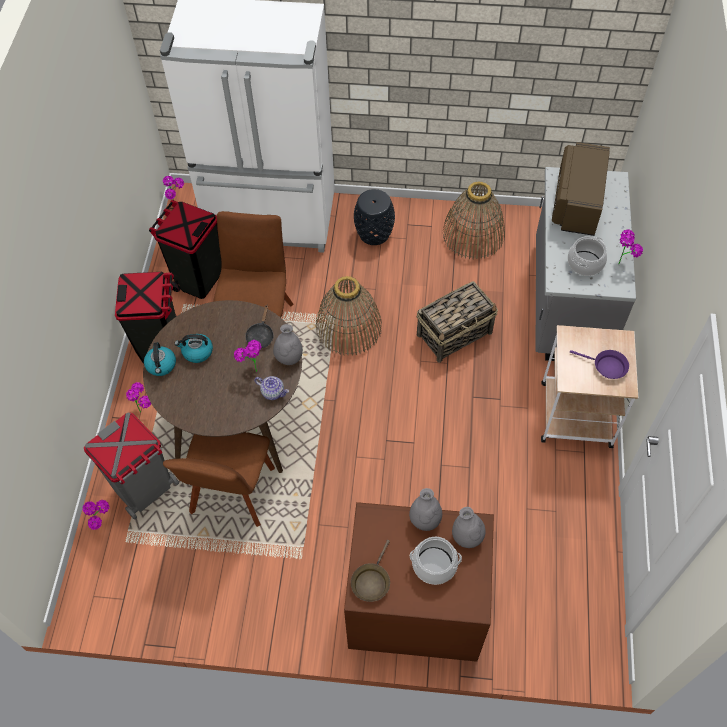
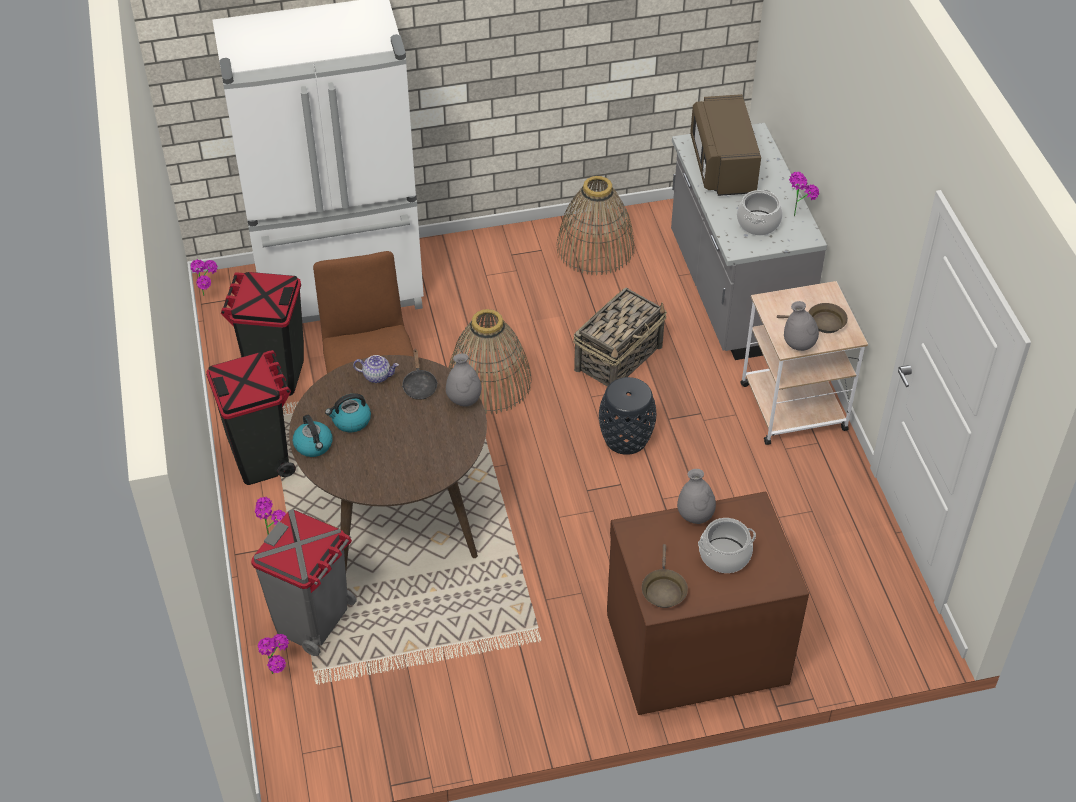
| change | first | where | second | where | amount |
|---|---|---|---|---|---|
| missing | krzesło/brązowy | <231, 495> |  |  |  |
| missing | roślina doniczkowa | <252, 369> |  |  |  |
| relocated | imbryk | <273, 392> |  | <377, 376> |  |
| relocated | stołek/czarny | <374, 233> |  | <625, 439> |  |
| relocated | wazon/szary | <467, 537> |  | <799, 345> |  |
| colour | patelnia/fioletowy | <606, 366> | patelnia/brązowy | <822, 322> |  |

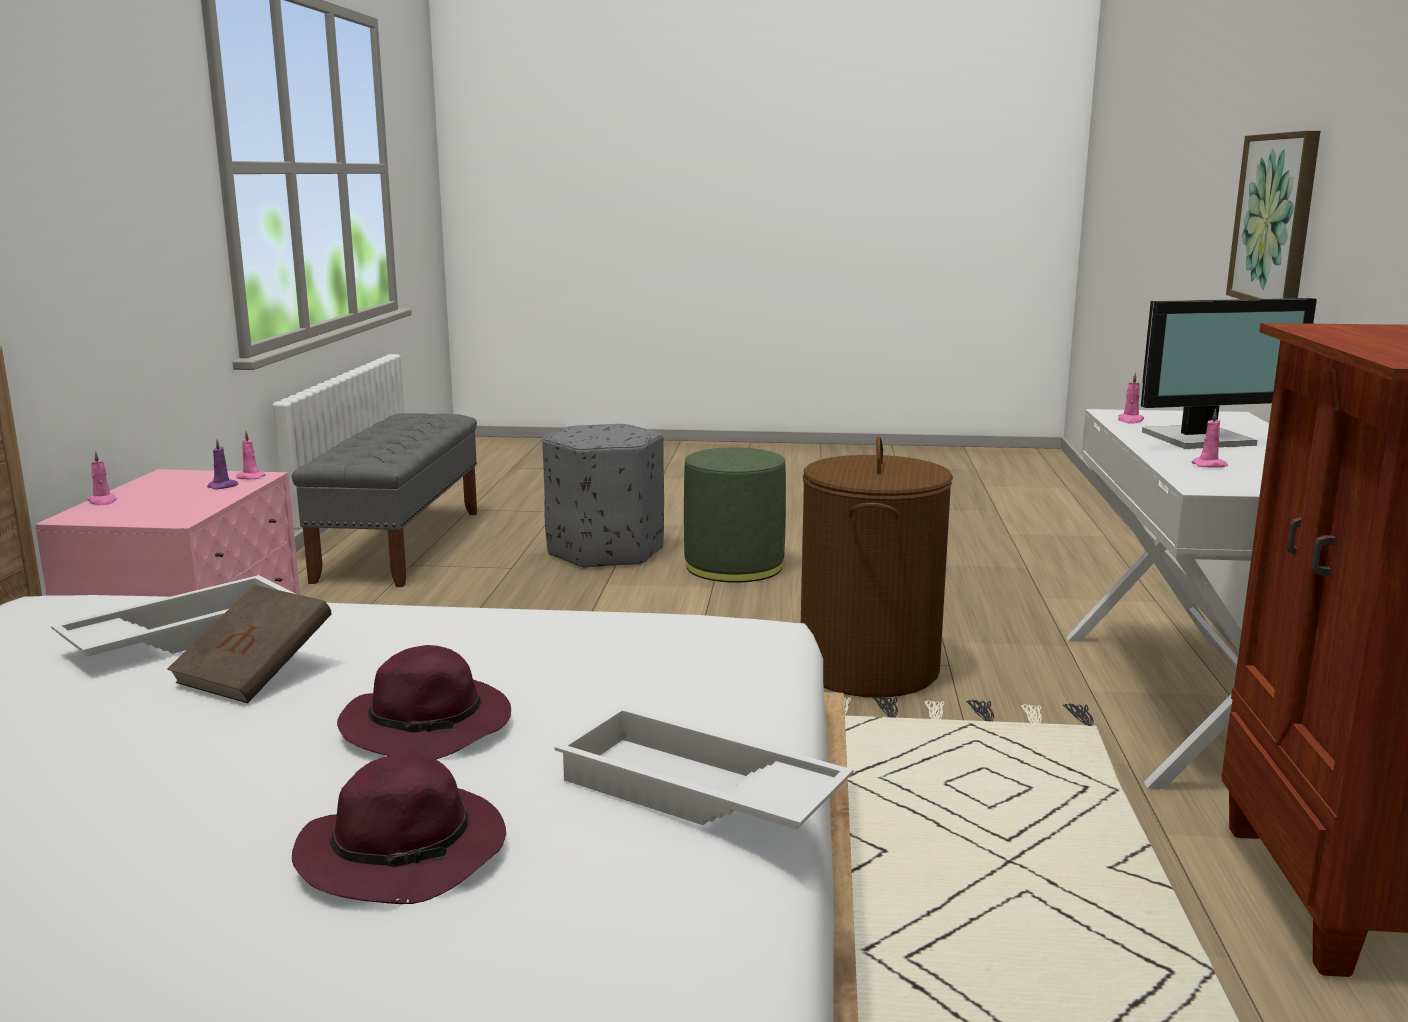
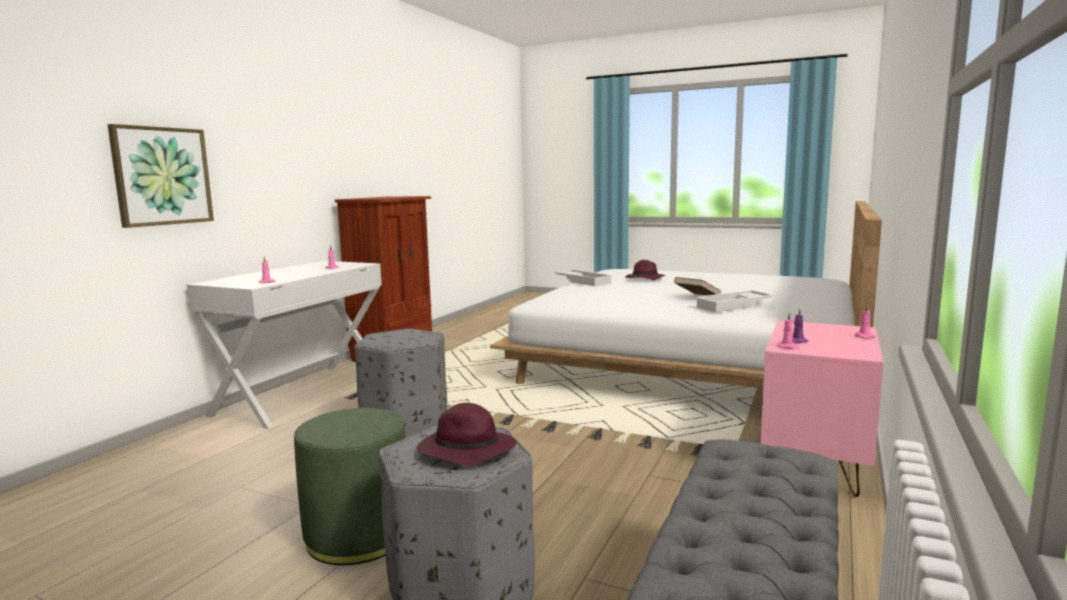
| change | first | where | second | where | amount |
|---|---|---|---|---|---|
| missing | monitor | <1202, 439> |  |  |  |
| relocated | kapelusz/fioletowy | <430, 727> |  | <465, 451> |  |
| exchanged | kosz na pranie/brązowy | <869, 669> | pufa/szary | <406, 425> |  |

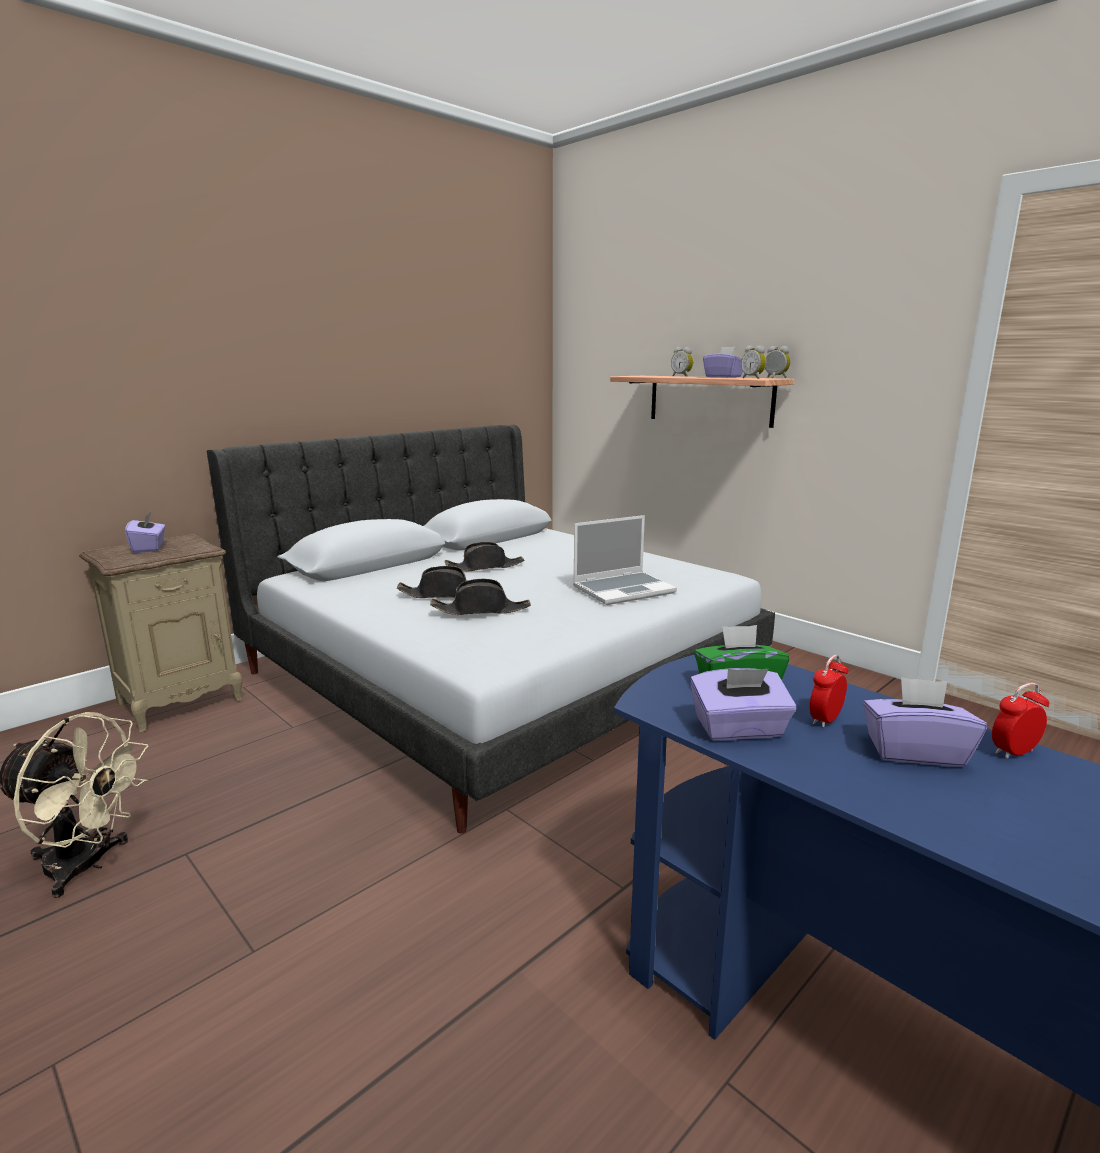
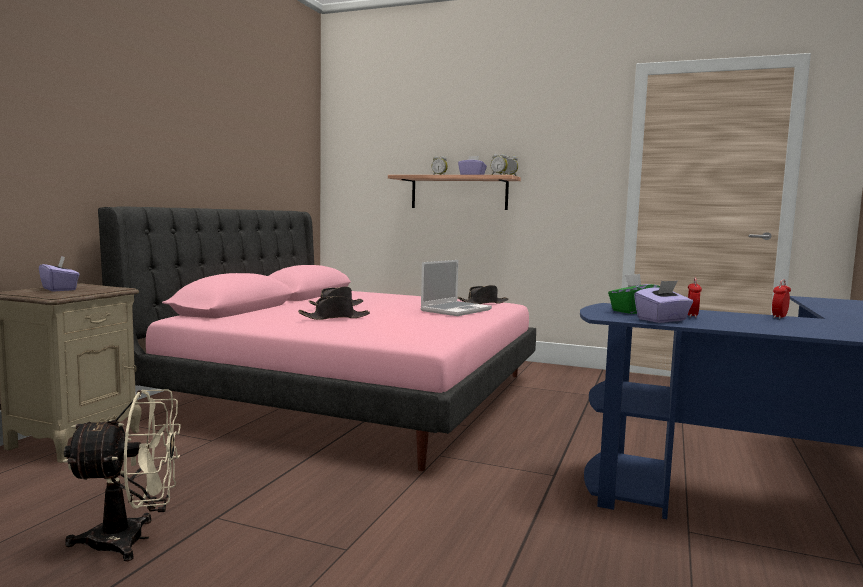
| change | first | where | second | where | amount |
|---|---|---|---|---|---|
| missing | pudełko chusteczek/fioletowy | <914, 752> |  |  |  |
| relocated | kapelusz/czarny | <481, 610> |  | <483, 303> |  |
| colour | łóżko/szary | <499, 674> | łóżko/różowy | <348, 393> |  |

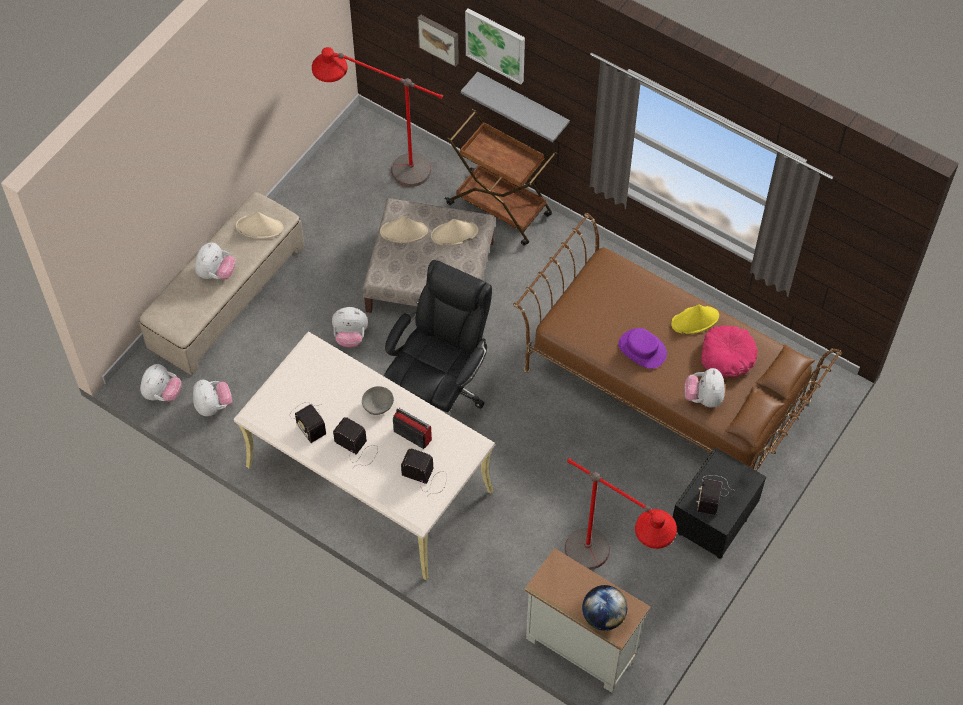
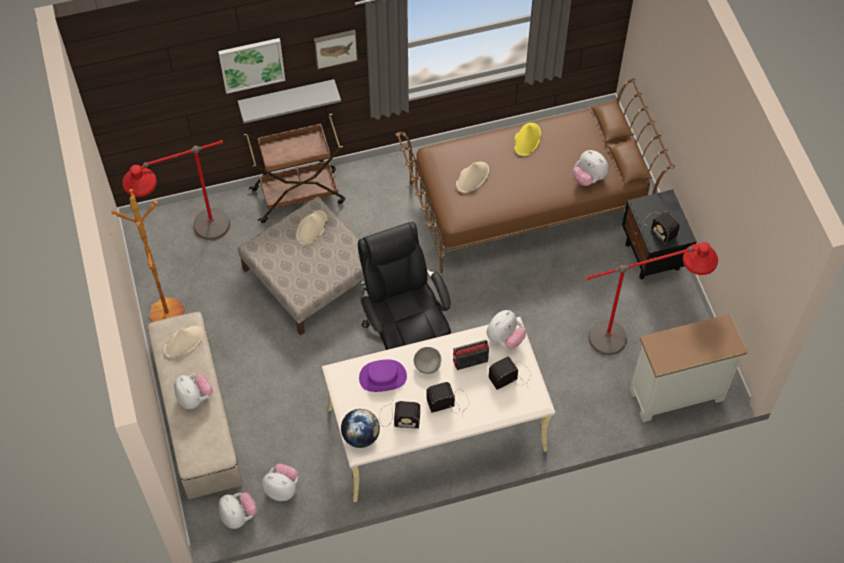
| change | first | where | second | where | amount |
|---|---|---|---|---|---|
| missing | poduszka/różowy | <728, 356> |  |  |  |
| appeared |  |  | wieszak/pomarańczowy | <166, 312> |  |
| relocated | pluszak | <350, 336> |  | <504, 338> |  |
| relocated | kapelusz/beżowy | <404, 232> |  | <472, 177> |  |
| relocated | obraz | <439, 39> |  | <335, 47> |  |
| relocated | globus | <603, 616> |  | <360, 436> |  |
| relocated | kapelusz/fioletowy | <642, 349> |  | <382, 377> |  |

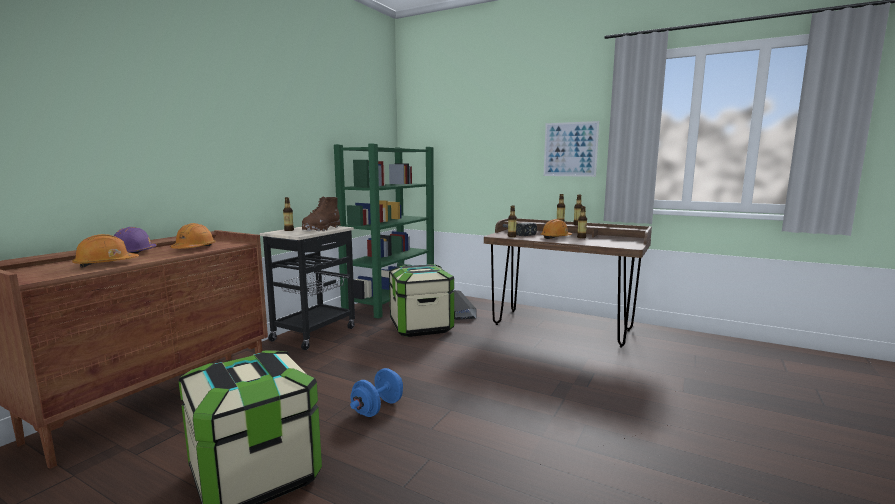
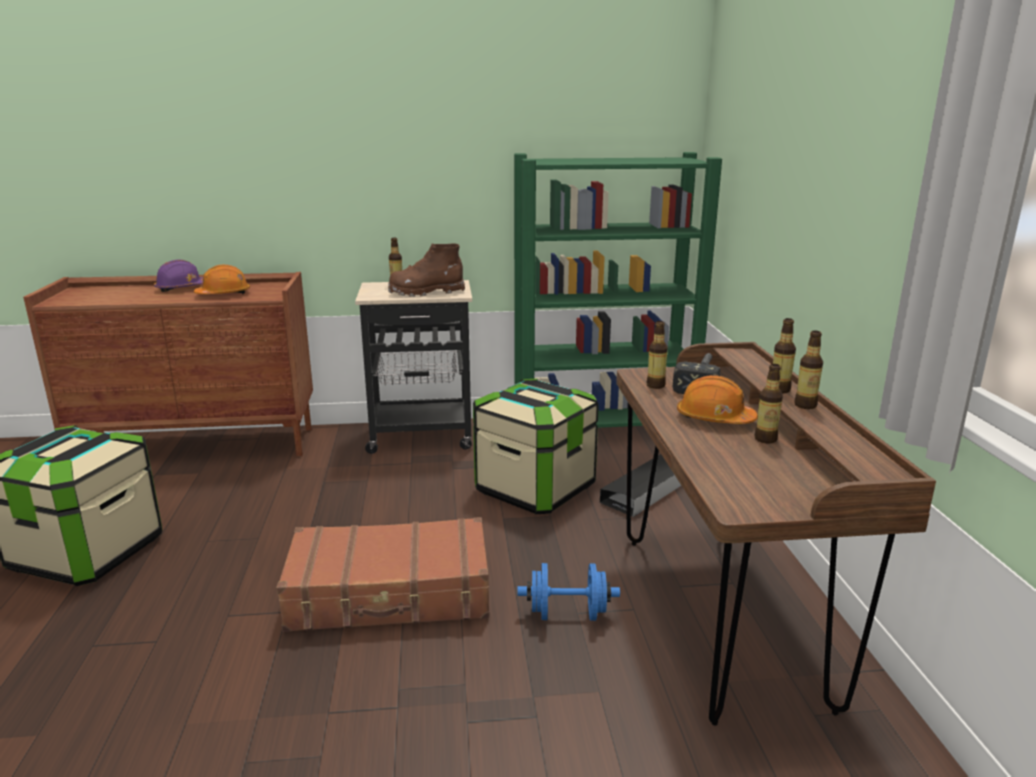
| change | first | where | second | where | amount |
|---|---|---|---|---|---|
| missing | kask/pomarańczowy | <106, 264> |  |  |  |
| missing | obraz | <570, 149> |  |  |  |
| appeared |  |  | walizka/brązowy | <390, 594> |  |
| relocated | hantel/niebieski | <377, 408> |  | <567, 614> |  |

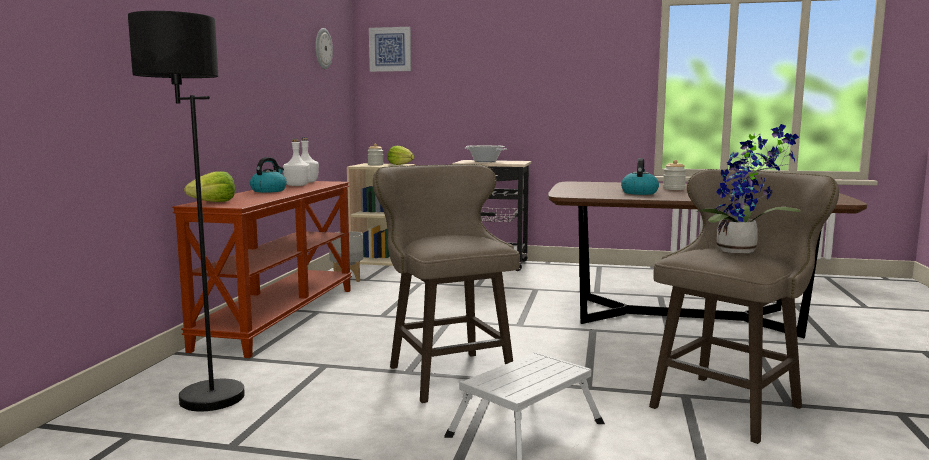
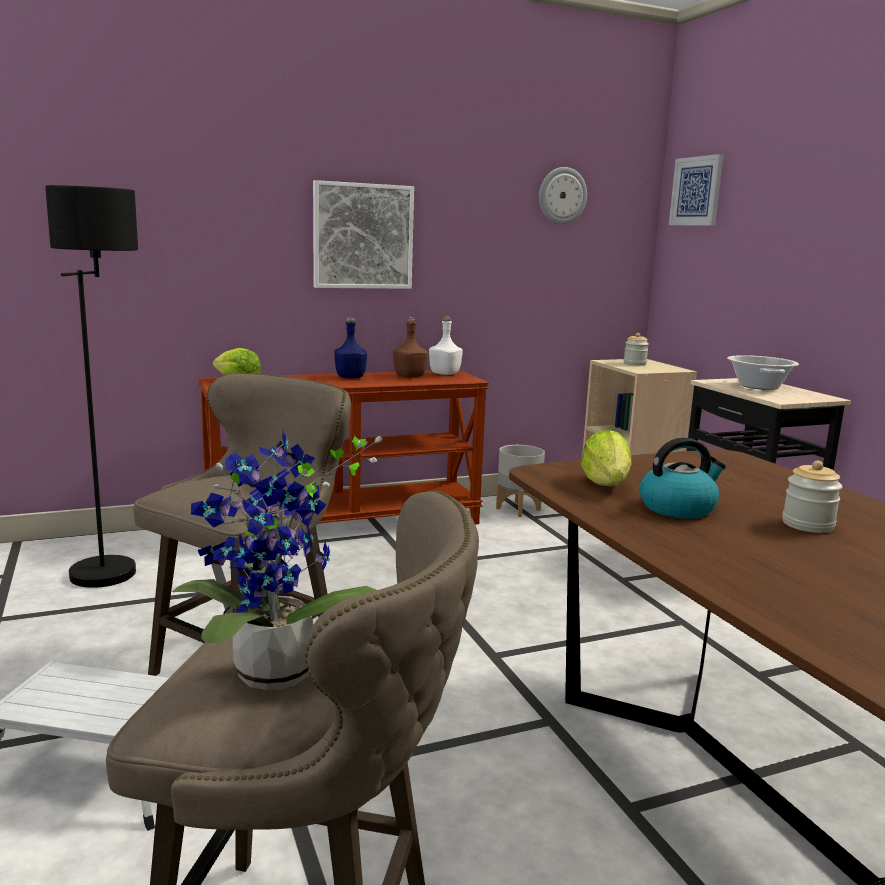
| change | first | where | second | where | amount |
|---|---|---|---|---|---|
| appeared |  |  | obraz | <362, 236> |  |
| relocated | sałata | <400, 164> |  | <606, 484> |  |
| exchanged | czajnik | <269, 190> | butelka/niebieski | <350, 377> |  |
| colour | butelka/biały | <297, 185> | butelka/brązowy | <410, 376> |  |

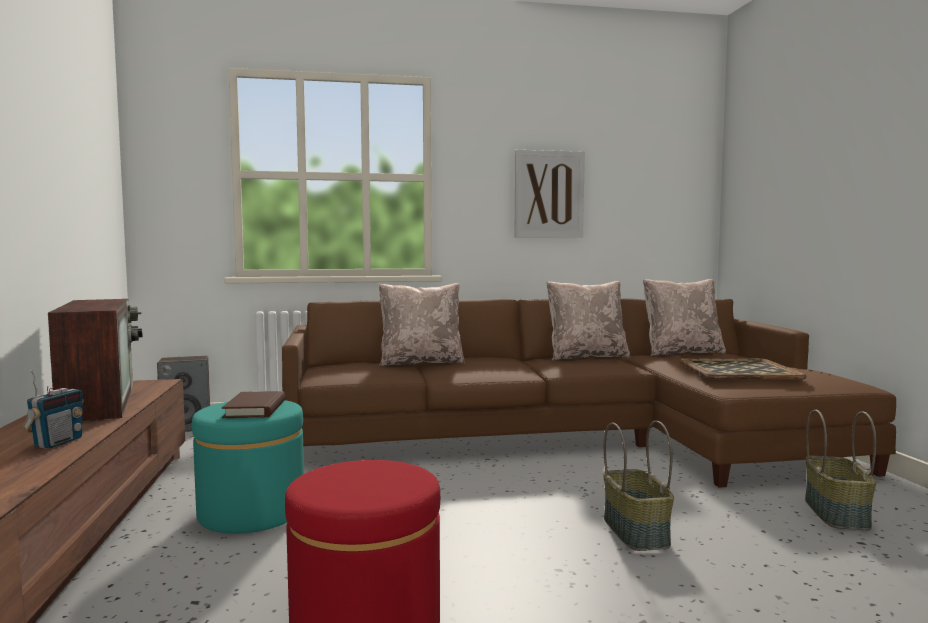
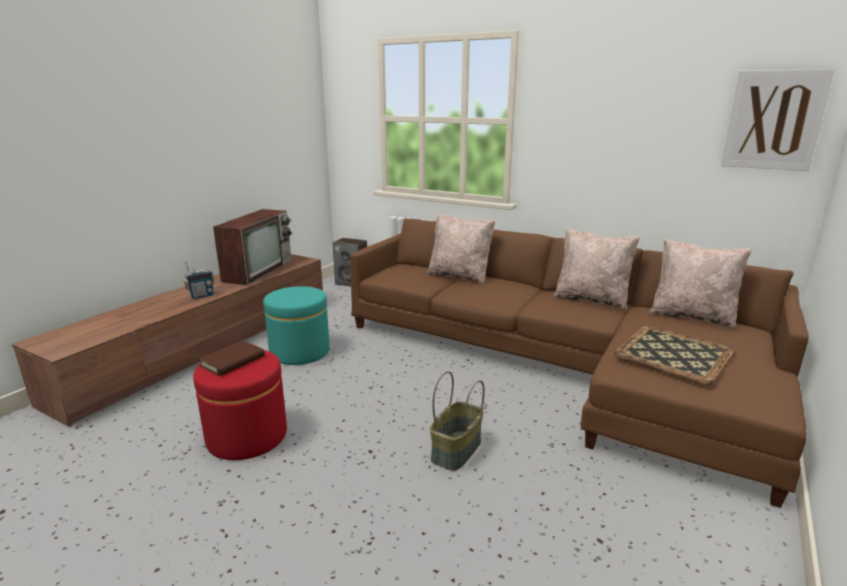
| change | first | where | second | where | amount |
|---|---|---|---|---|---|
| missing | koszyk | <838, 514> |  |  |  |
| relocated | książka/brązowy | <255, 409> |  | <232, 361> |  |
| relocated | obraz | <549, 194> |  | <774, 120> |  |

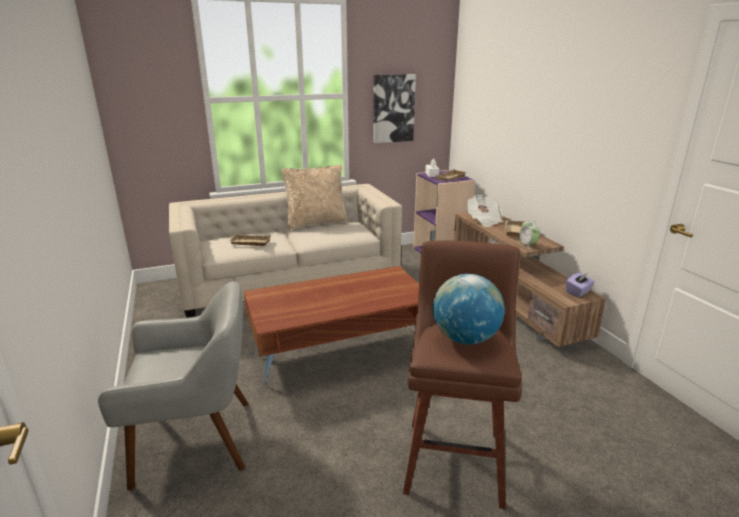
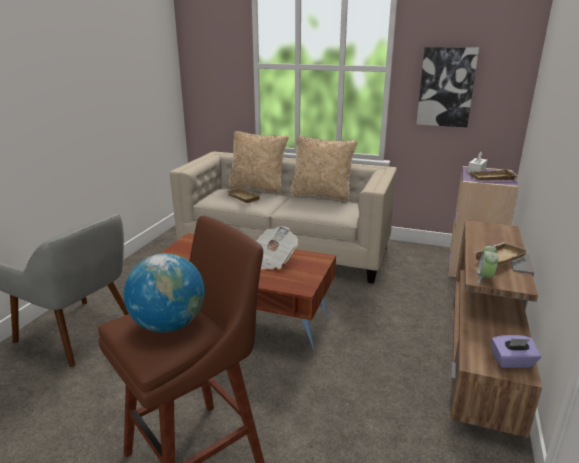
| change | first | where | second | where | amount |
|---|---|---|---|---|---|
| appeared |  |  | poduszka/beżowy | <257, 189> |  |
| relocated | gazeta | <483, 220> |  | <272, 260> |  |

